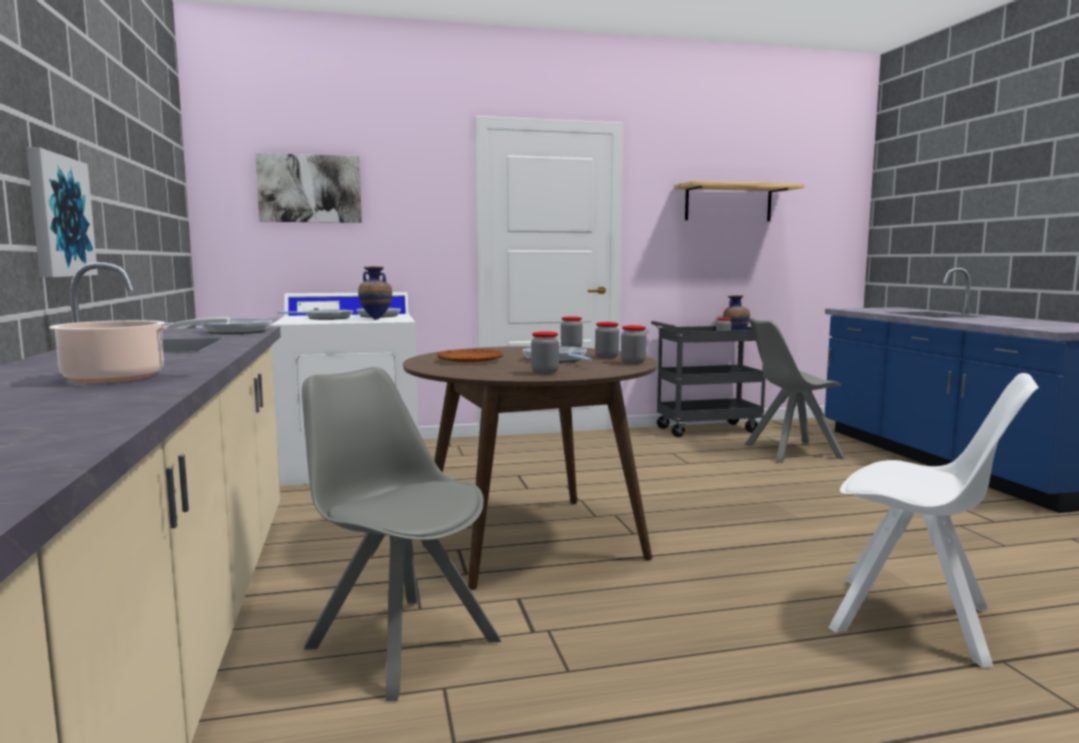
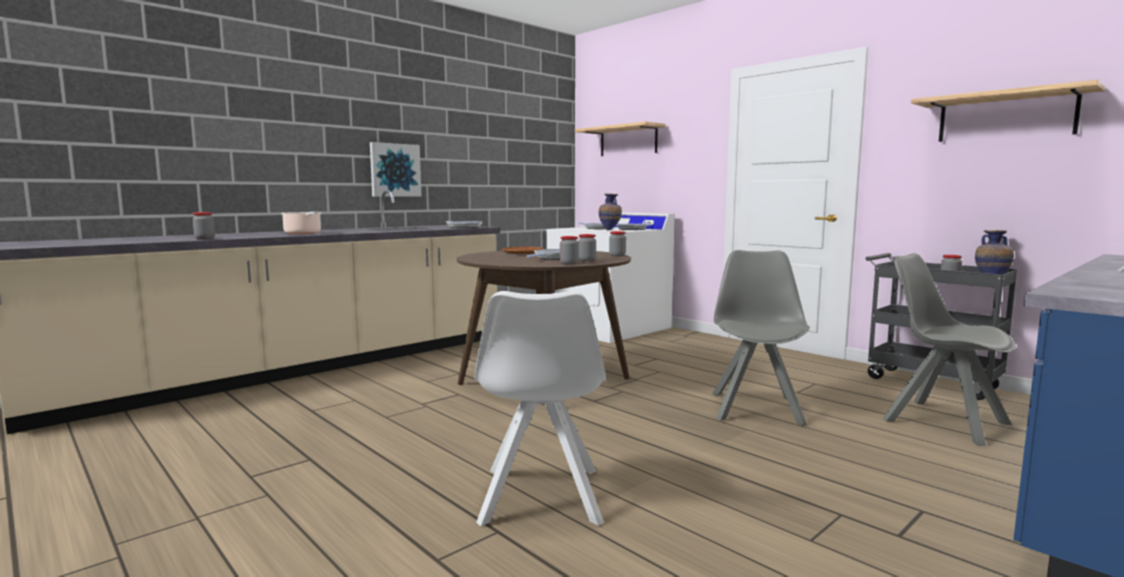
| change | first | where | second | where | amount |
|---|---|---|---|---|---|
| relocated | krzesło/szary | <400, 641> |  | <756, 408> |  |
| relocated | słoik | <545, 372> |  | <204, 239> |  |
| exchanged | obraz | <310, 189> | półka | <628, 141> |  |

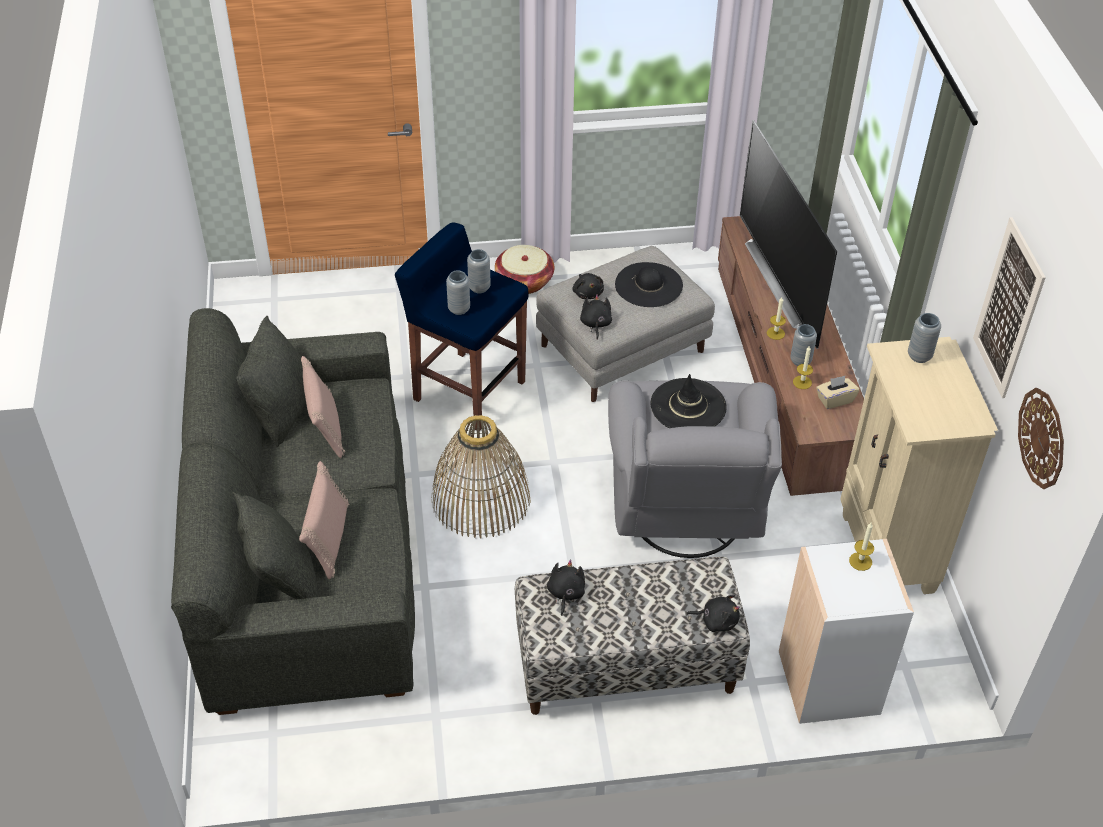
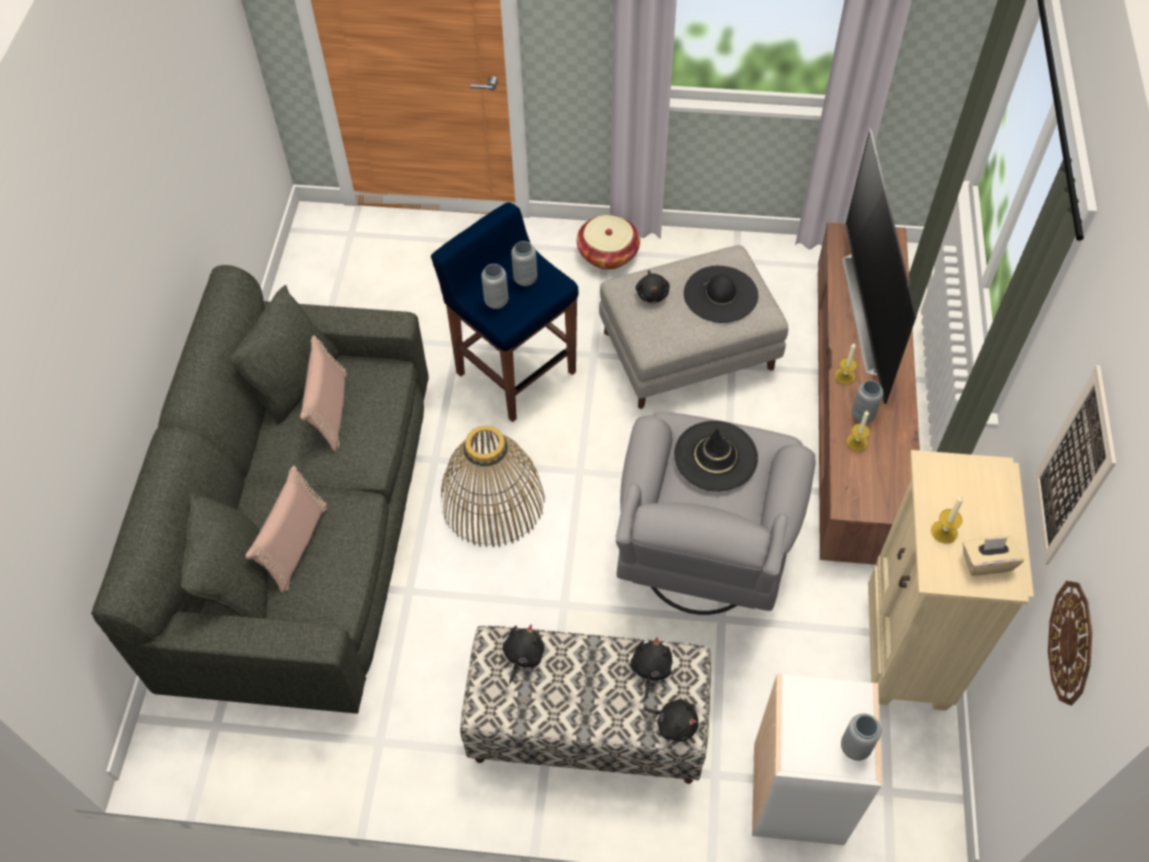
| change | first | where | second | where | amount |
|---|---|---|---|---|---|
| relocated | pluszak/czarny | <595, 324> |  | <650, 669> |  |
| relocated | pudełko chusteczek/beżowy | <835, 400> |  | <986, 562> |  |
| relocated | świeca | <860, 561> |  | <944, 531> |  |
| relocated | wazon/szary | <919, 356> |  | <855, 747> |  |

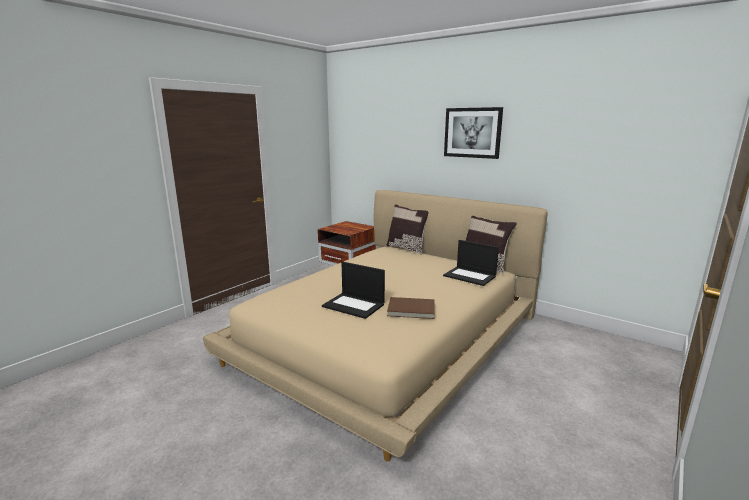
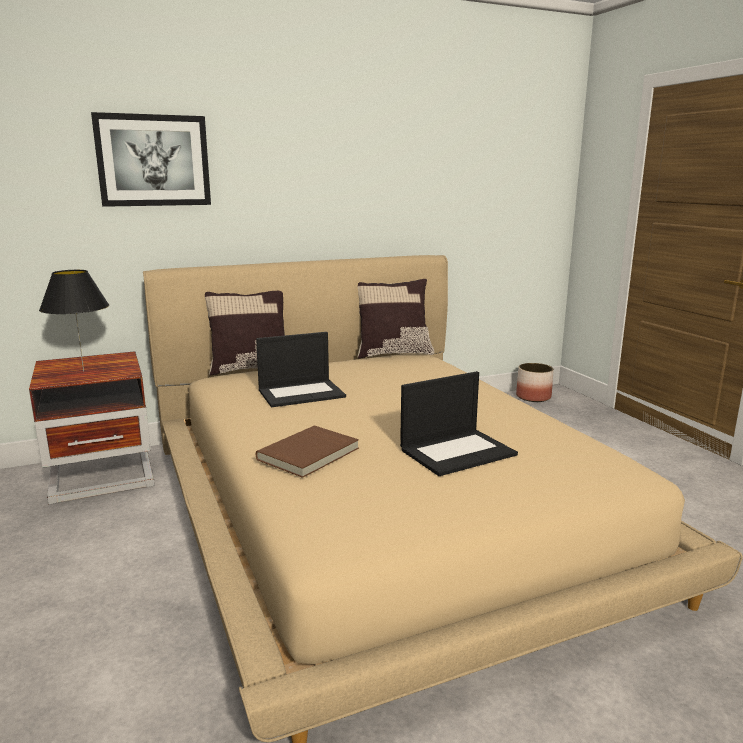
| change | first | where | second | where | amount |
|---|---|---|---|---|---|
| appeared |  |  | lampa stołowa/czarny | <84, 371> |  |
| appeared |  |  | donica | <533, 397> |  |
| relocated | książka/brązowy | <411, 310> |  | <310, 454> |  |
| relocated | laptop | <470, 276> |  | <302, 393> |  |
| relocated | obraz | <472, 132> |  | <153, 160> |  |

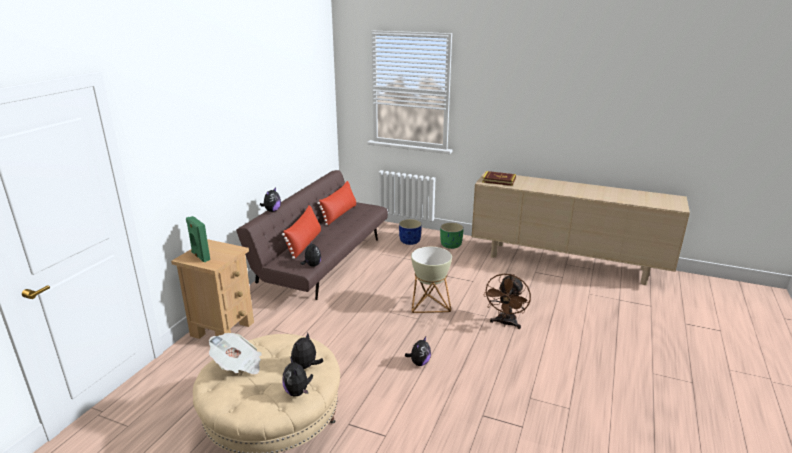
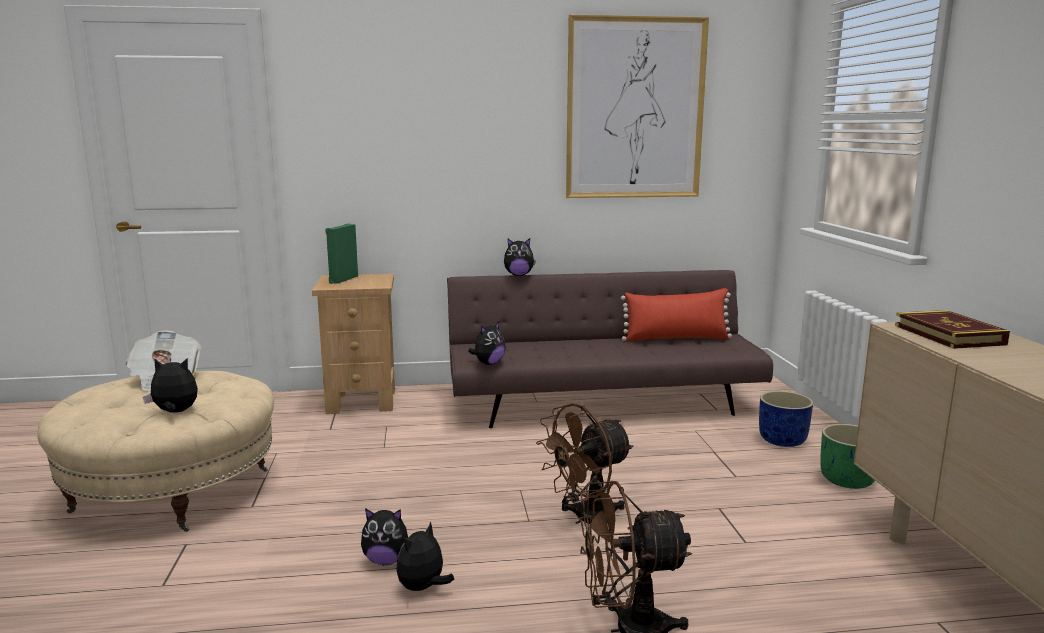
| change | first | where | second | where | amount |
|---|---|---|---|---|---|
| missing | poduszka/czerwony | <304, 244> |  |  |  |
| appeared |  |  | obraz | <635, 109> |  |
| relocated | pluszak | <298, 392> |  | <423, 588> |  |
| exchanged | donica | <430, 306> | wentylator/brązowy | <586, 520> |  |

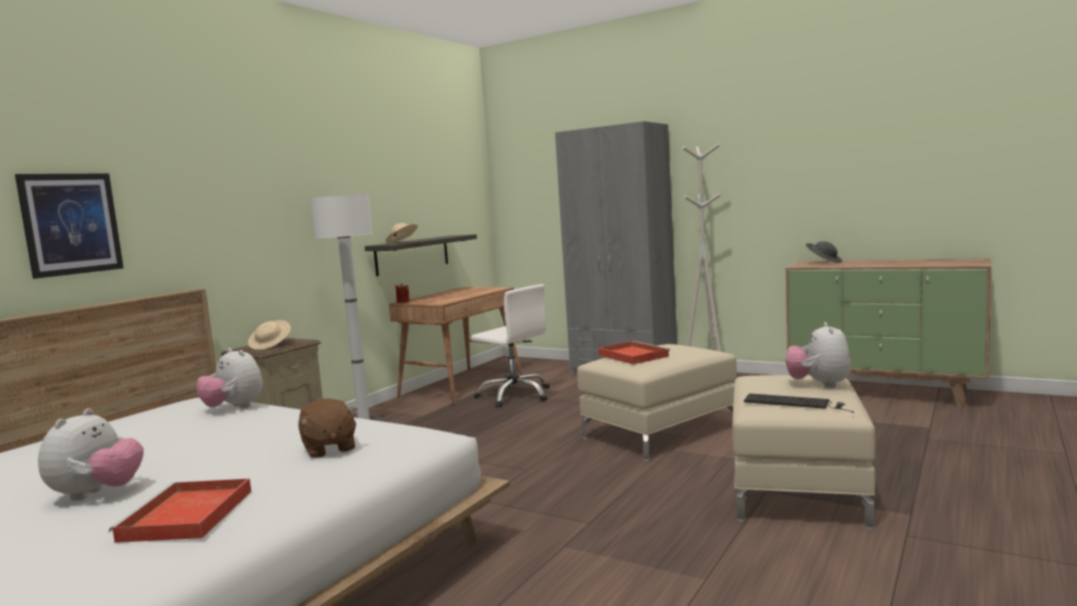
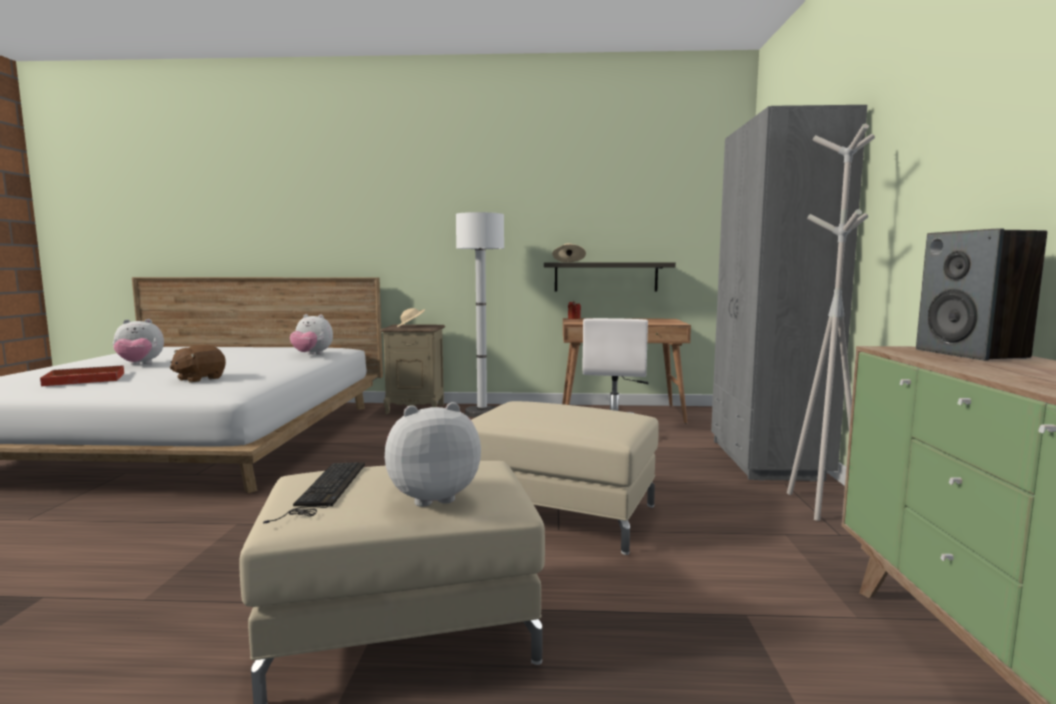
| change | first | where | second | where | amount |
|---|---|---|---|---|---|
| missing | obraz | <71, 224> |  |  |  |
| missing | taca/czerwony | <632, 355> |  |  |  |
| exchanged | kapelusz/szary | <824, 262> | głośnik | <972, 354> |  |
| spun | pluszak | <234, 408> |  | <312, 354> | 90 degrees counterclockwise |

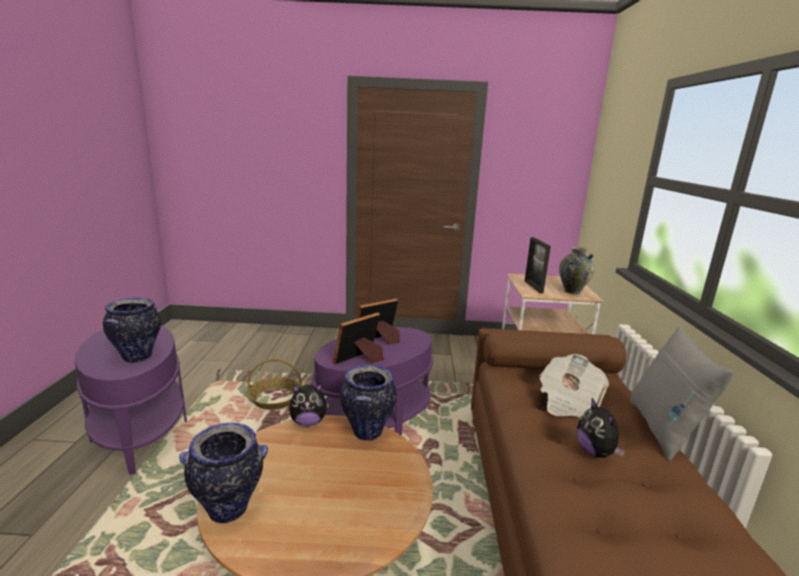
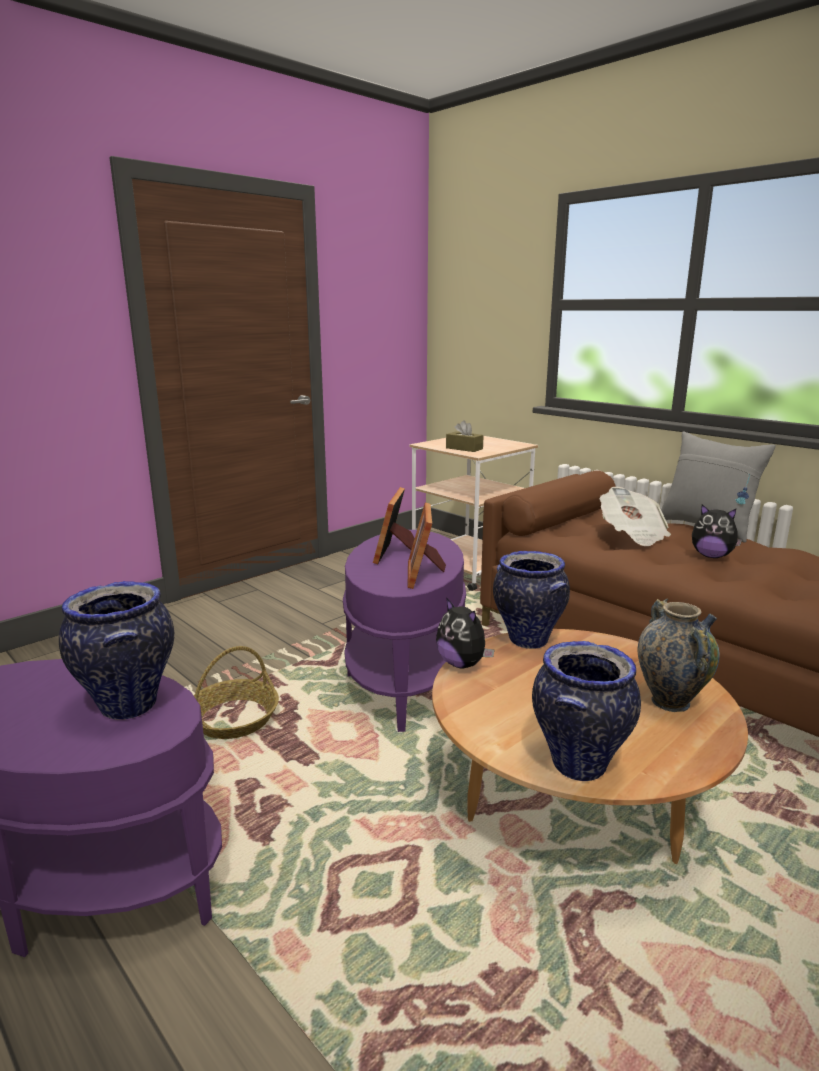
| change | first | where | second | where | amount |
|---|---|---|---|---|---|
| relocated | wazon | <572, 292> |  | <670, 701> |  |
| exchanged | ramka na zdjęcie | <533, 287> | pudełko chusteczek/brązowy | <464, 448> |  |
| spun | pluszak | <308, 422> |  | <462, 664> | 105 degrees clockwise |

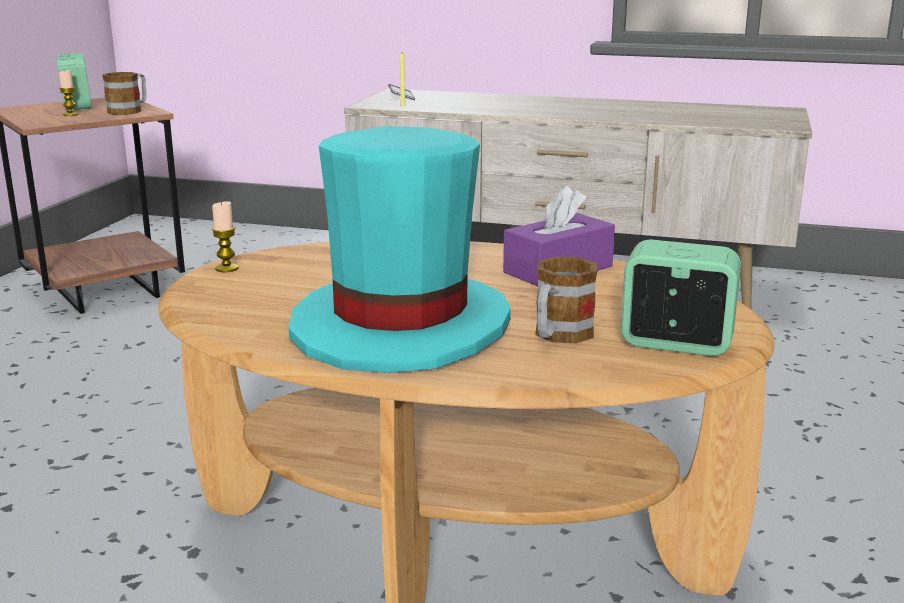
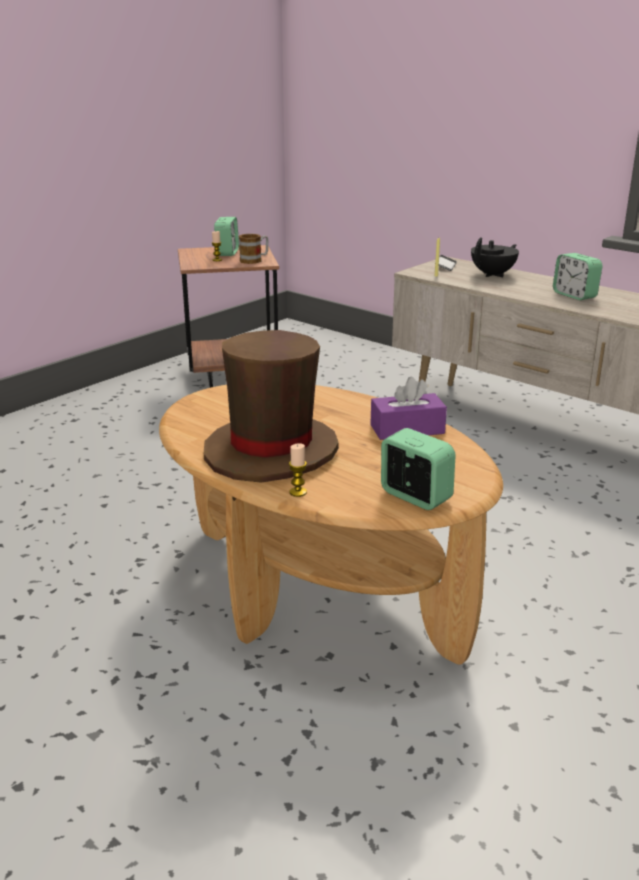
| change | first | where | second | where | amount |
|---|---|---|---|---|---|
| missing | kubek | <558, 336> |  |  |  |
| appeared |  |  | imbryk/czarny | <493, 274> |  |
| appeared |  |  | budzik | <574, 295> |  |
| relocated | świeca | <227, 268> |  | <298, 492> |  |
| colour | kapelusz/turkusowy | <401, 327> | kapelusz/brązowy | <271, 451> |  |

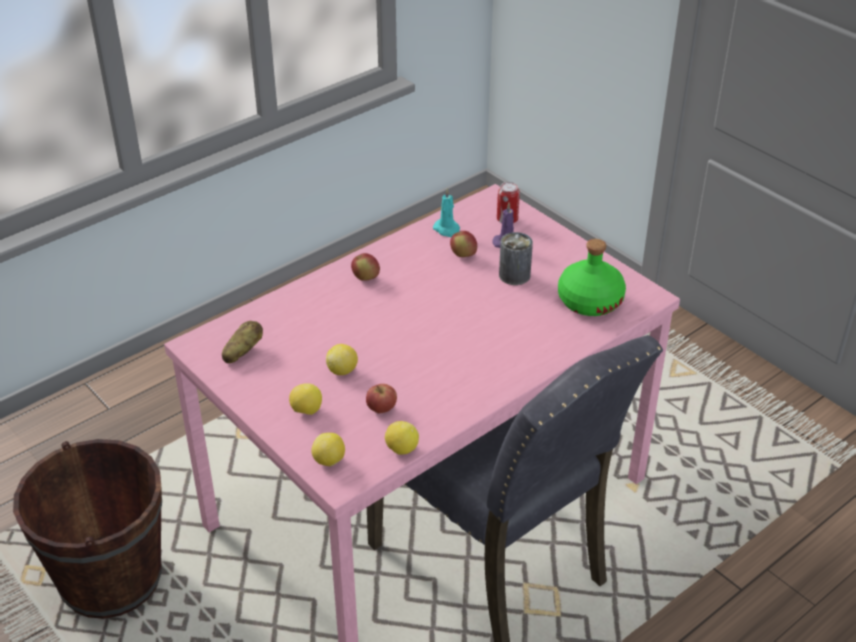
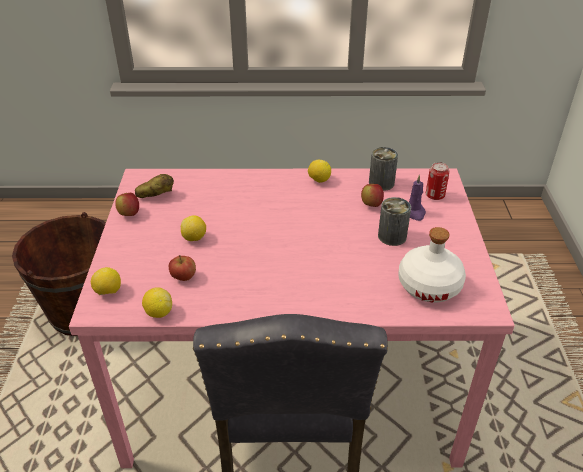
| change | first | where | second | where | amount |
|---|---|---|---|---|---|
| relocated | cytryna | <306, 411> |  | <319, 180> |  |
| relocated | jabłko | <366, 278> |  | <129, 214> |  |
| exchanged | świeca/turkusowy | <447, 230> | puszka | <381, 183> |  |
| colour | butelka/zielony | <589, 301> | butelka/biały | <429, 285> |  |

